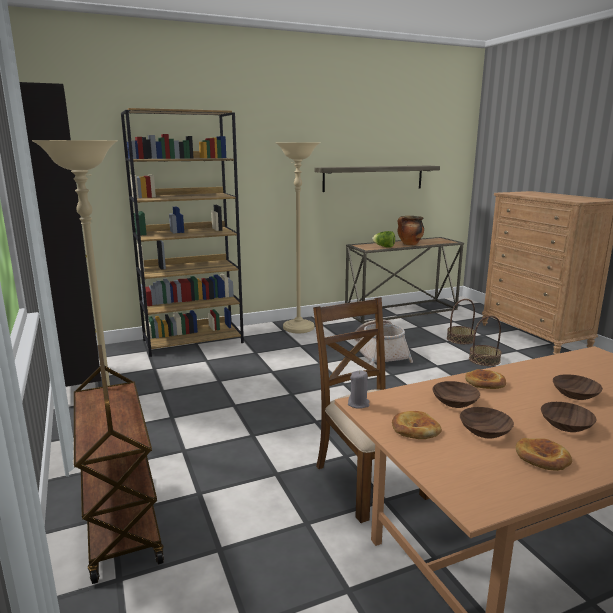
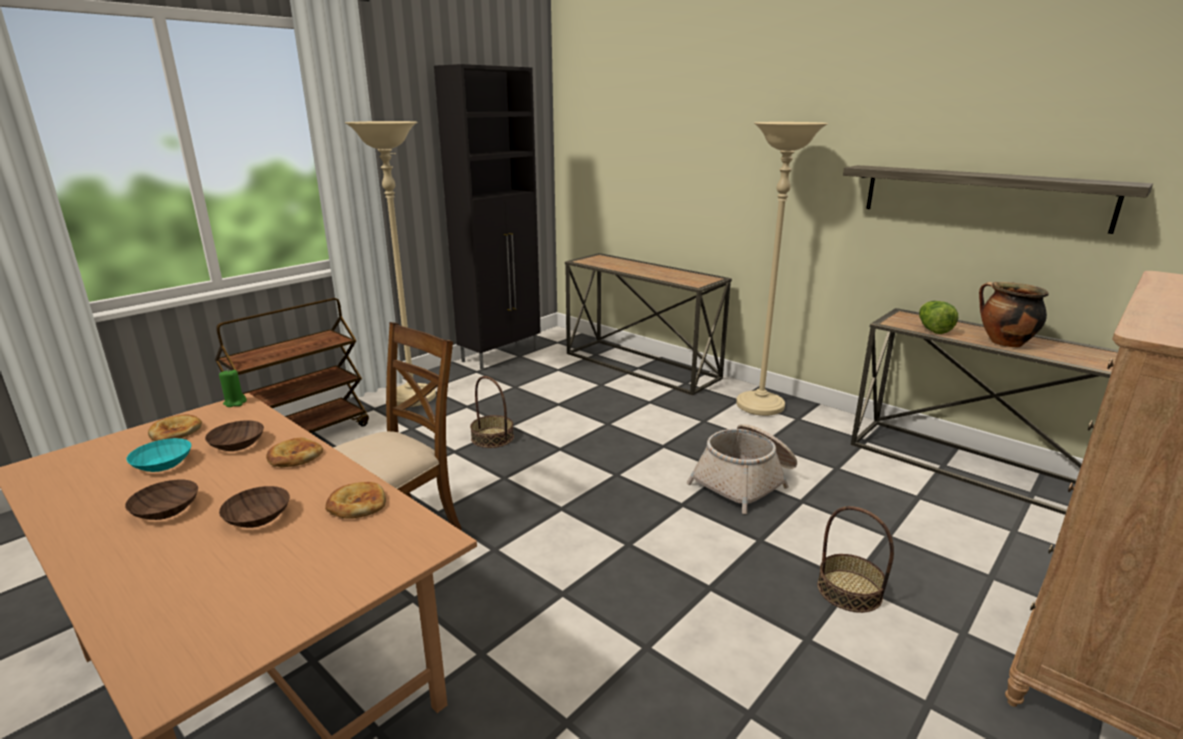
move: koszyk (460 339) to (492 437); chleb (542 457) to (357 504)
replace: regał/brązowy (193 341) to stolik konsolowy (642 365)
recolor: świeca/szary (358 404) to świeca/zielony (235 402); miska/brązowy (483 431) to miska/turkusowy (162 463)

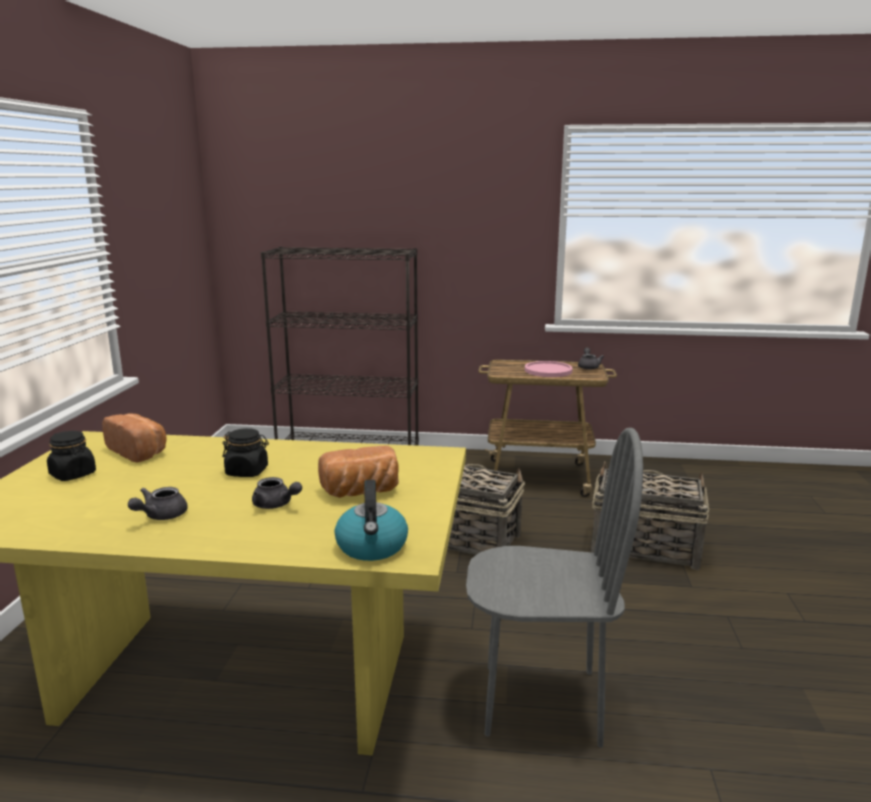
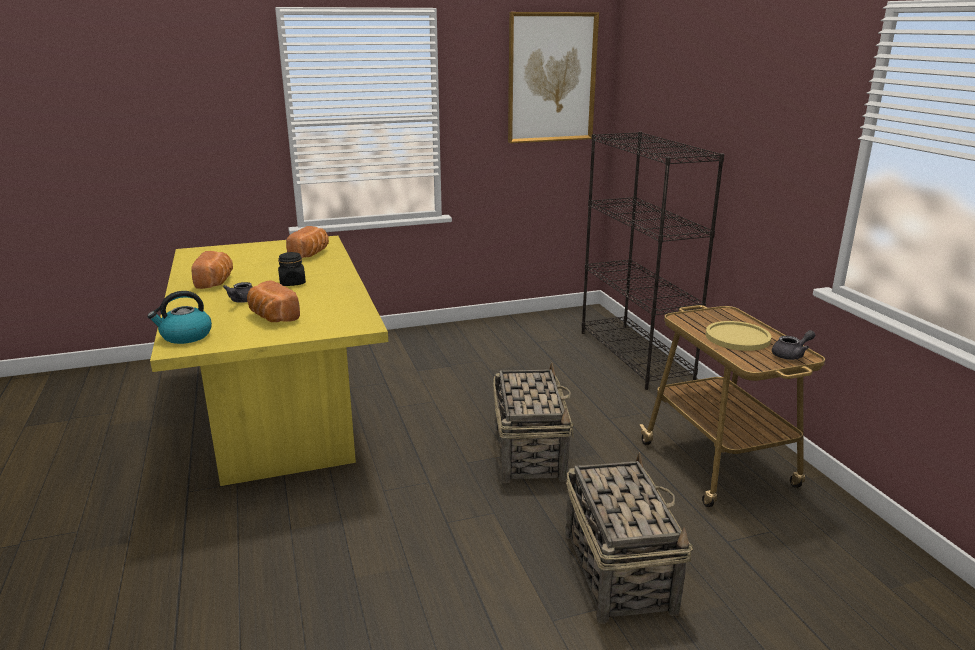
delete: słoik/czarny (73 474); krzesło/szary (541 703)
insert: obraz (551 78)
replace: imbryk/szary (160 516) to chleb (216 282)
recolor: talerz/różowy (548 370) to talerz/żółty (737 337)

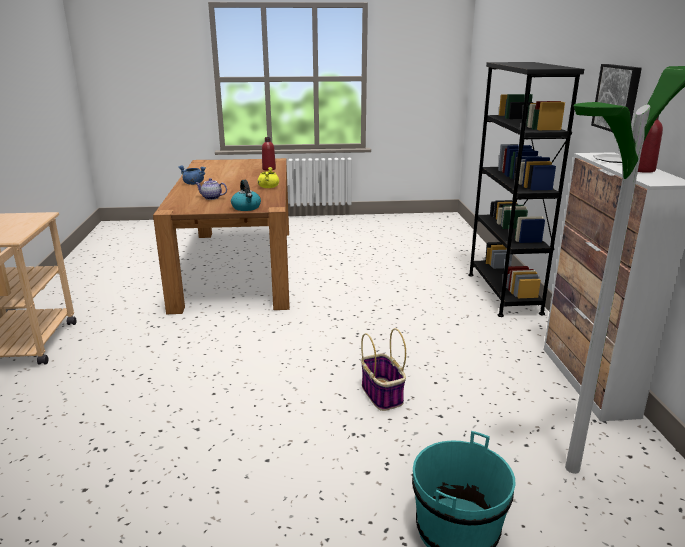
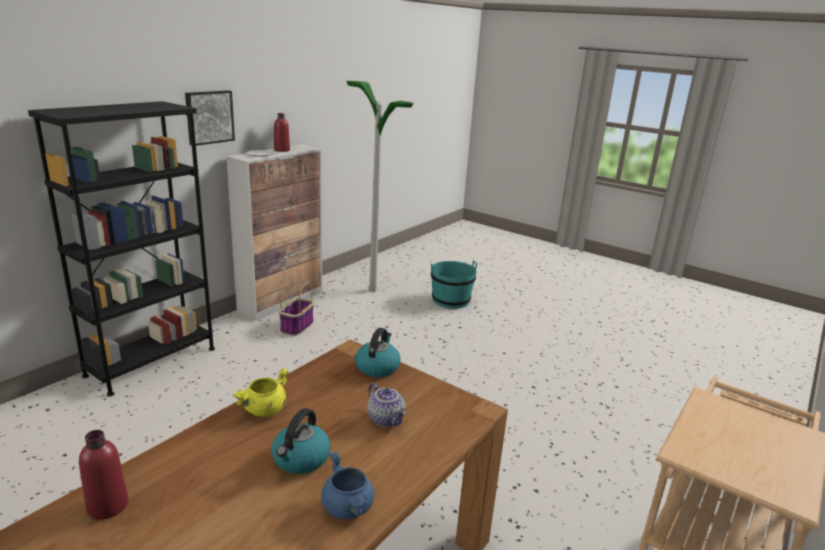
insert: czajnik (301 459)
move: koszyk (382 395) to (297 326)

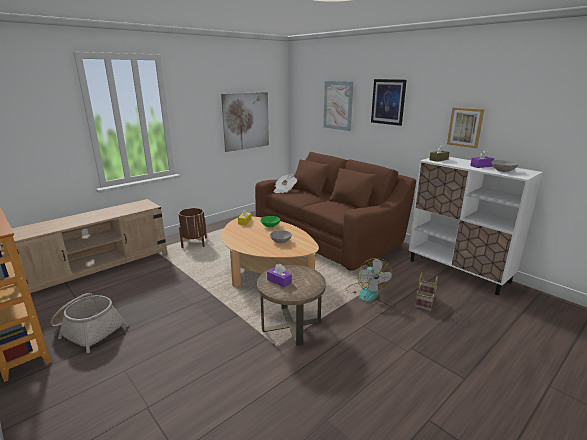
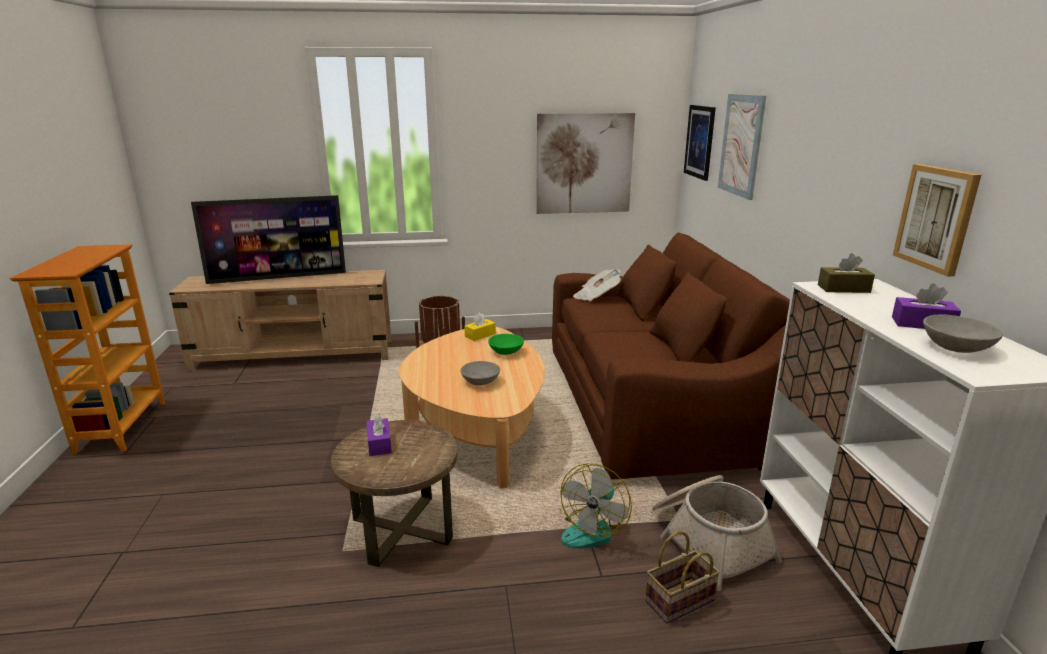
insert: telewizor (278 278)
move: koszyk (89 329) to (708 540); obraz (388 102) to (700 141)

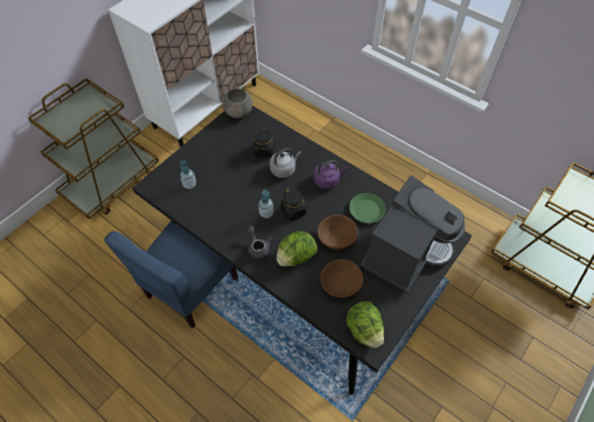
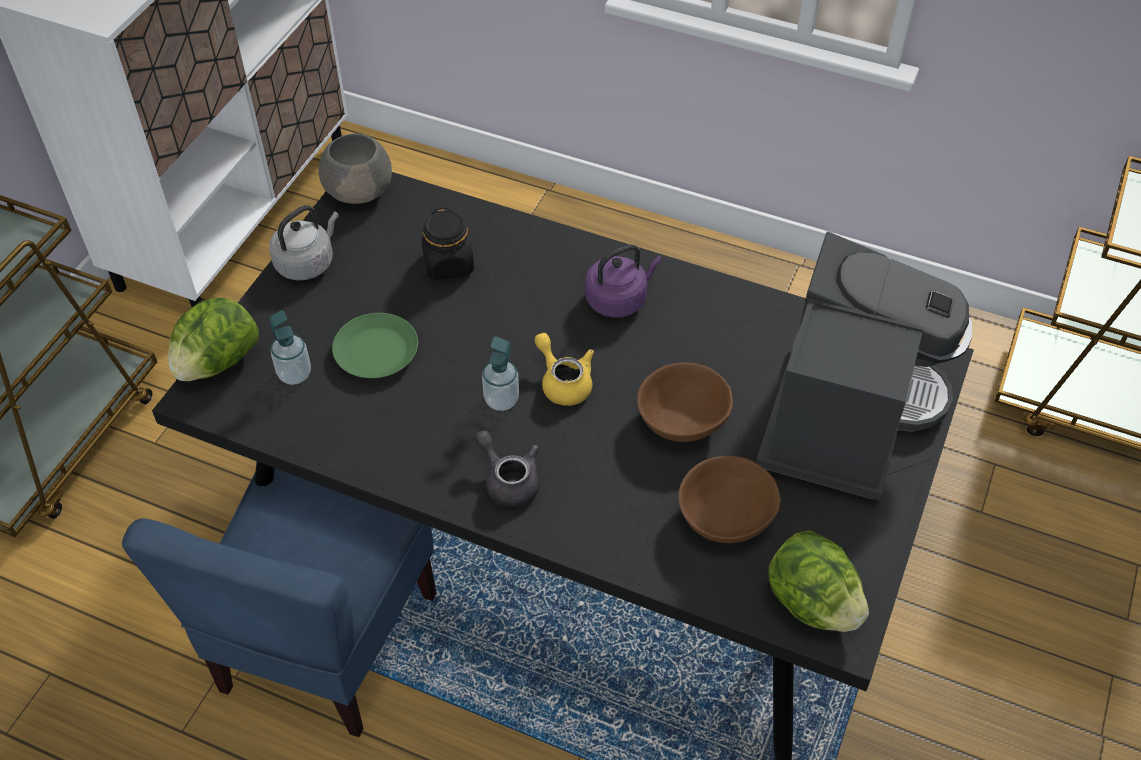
move: czajnik/szary (284 169) to (307 262); sałata (296 257) to (218 362); talerz/zielony (366 210) to (375 351)
replace: słoik/czarny (293 211) to imbryk/żółty (563 382)

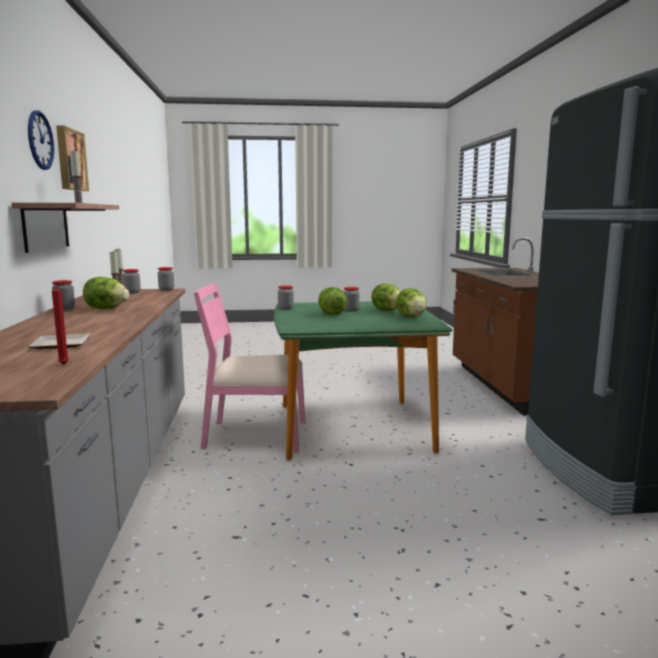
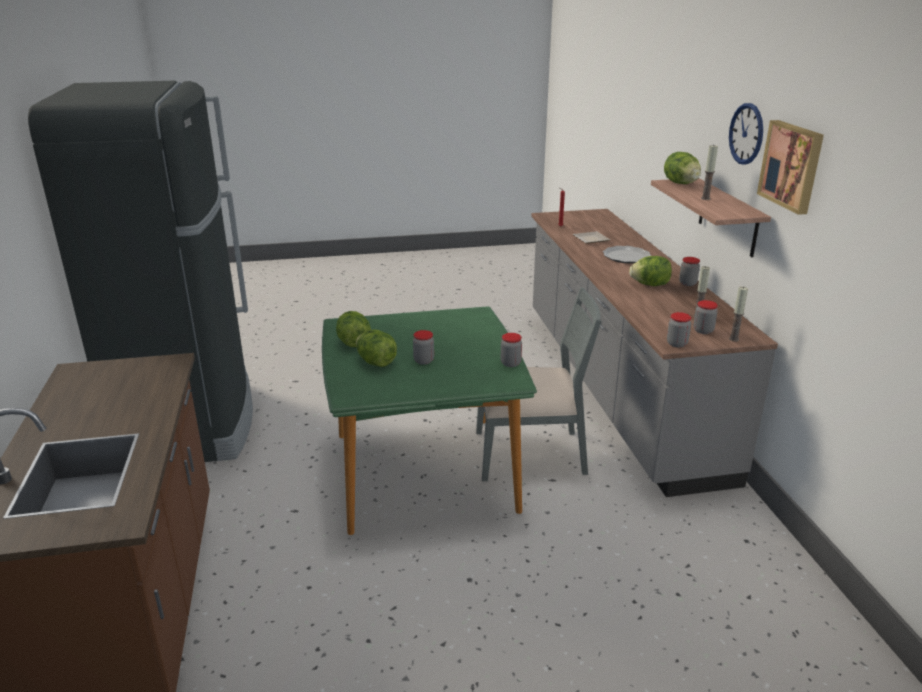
insert: talerz (626 257)
move: sałata (331 314) to (681 183)
recolor: krzesło/różowy (254 435) to krzesło/szary (531 453)

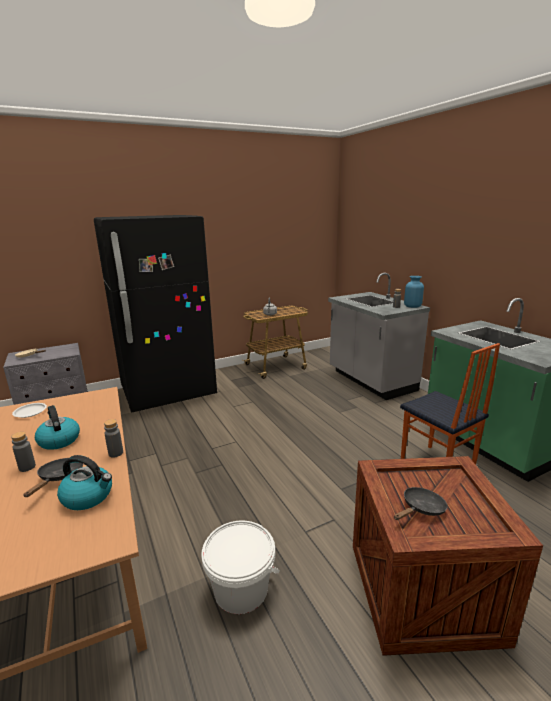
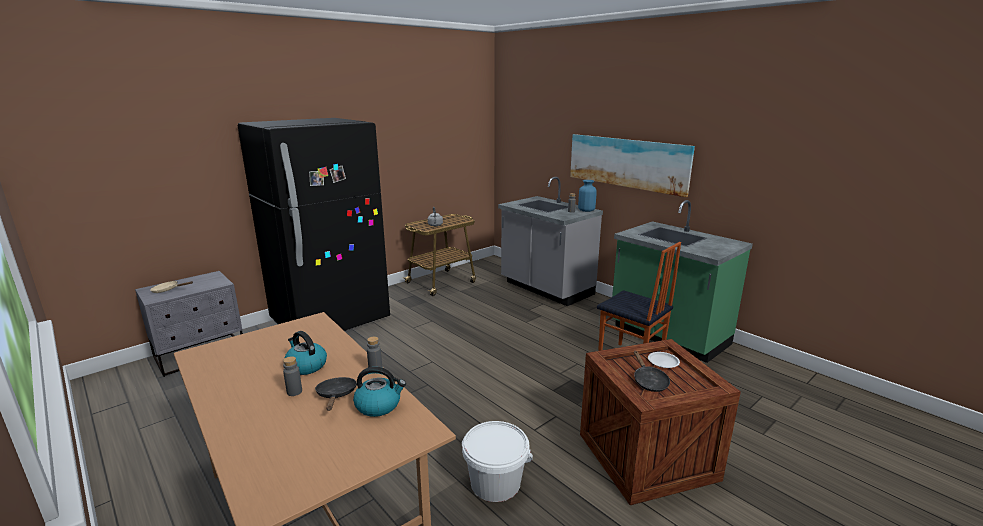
insert: obraz (627 162)
move: talerz/biały (30 412) to (663 362)
rotate: patelnia/czarny (421 509) = (649 381) 135 degrees clockwise

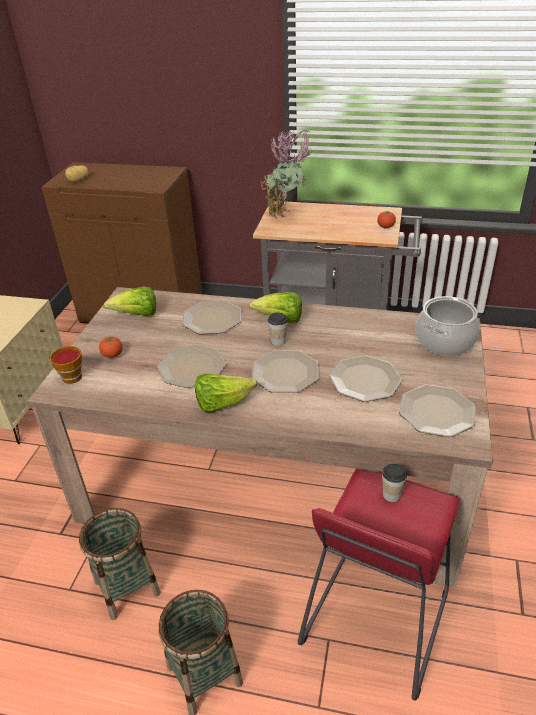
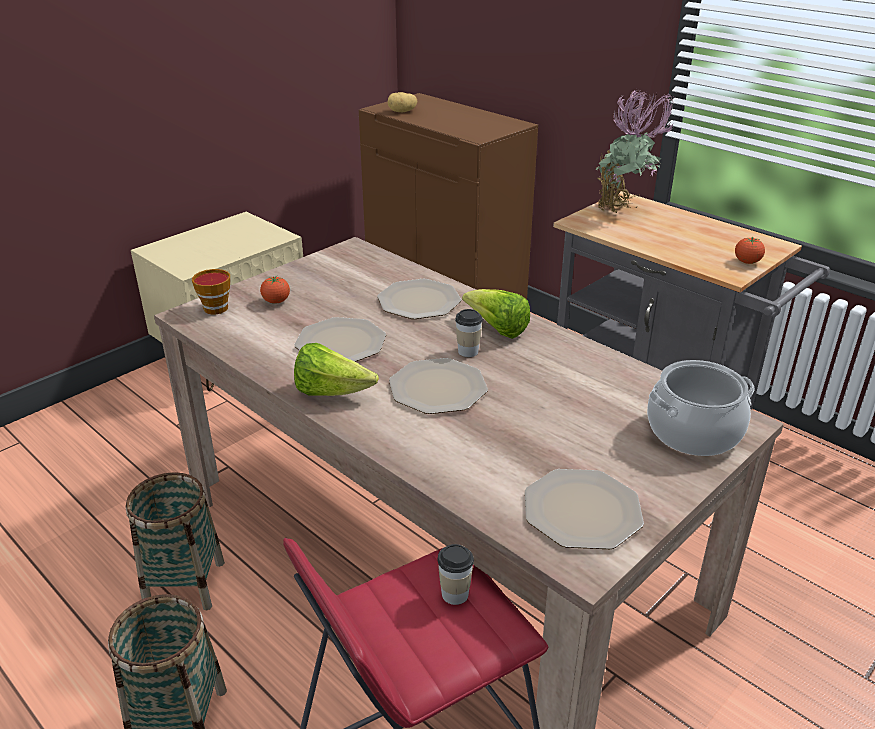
delete: sałata (137 315); talerz (365 379)

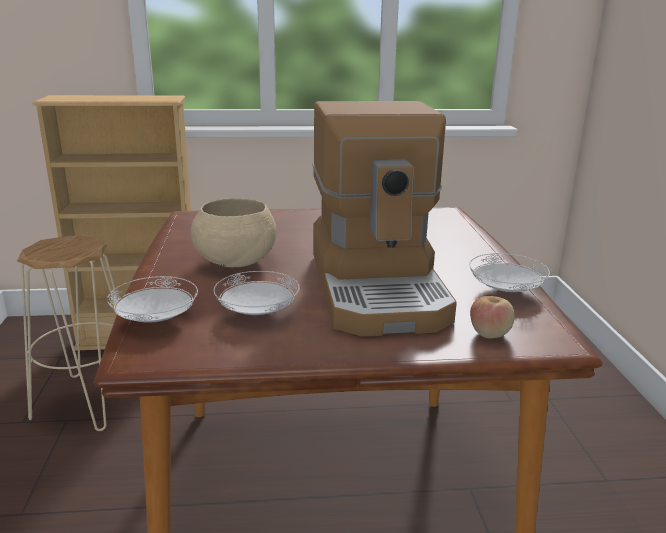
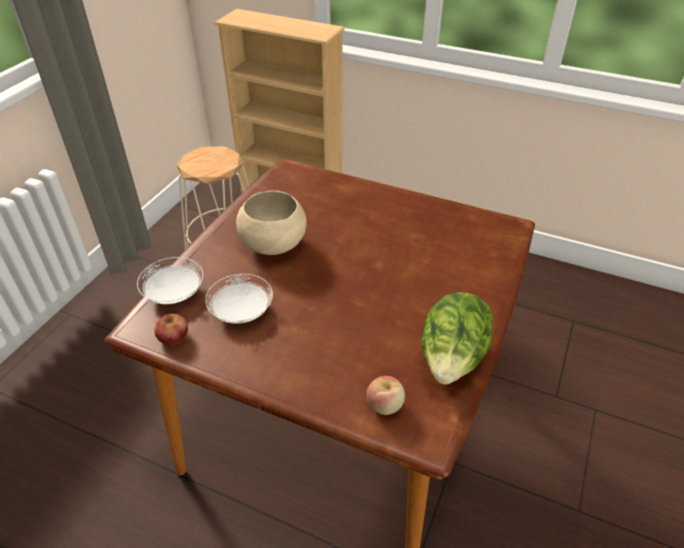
delete: ekspres do kawy (379 287)
insert: jabłko (173 337)
replace: talerz/biały (506 291) to sałata (452 360)

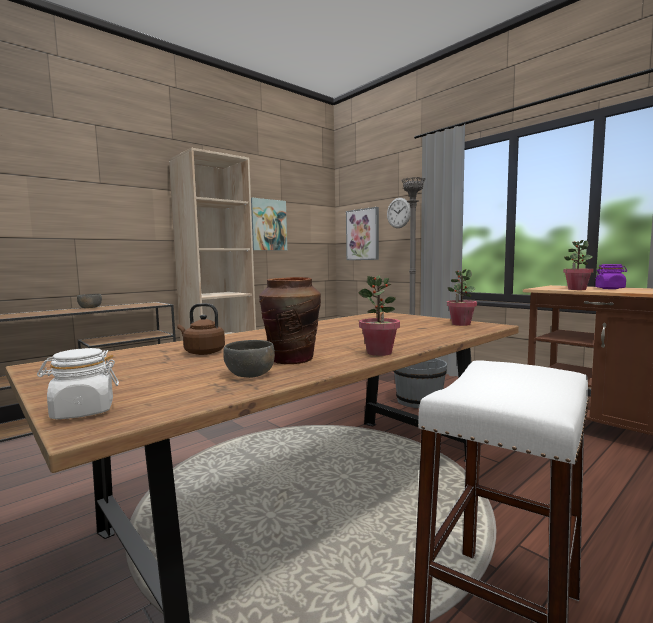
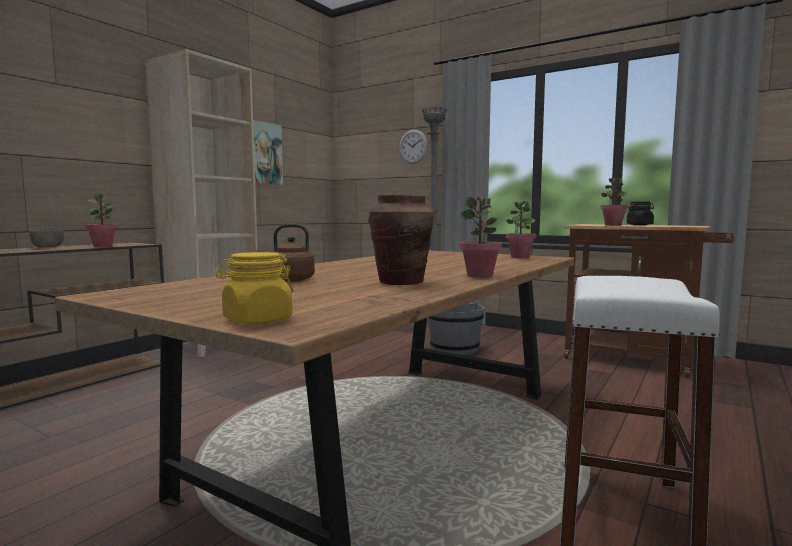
delete: miska/szary (250 374); obraz (363 234)
insert: roślina doniczkowa (103 246)
recolor: słoik/biały (82 411) to słoik/żółty (257 320); słoik/fioletowy (610 288) to słoik/czarny (639 225)

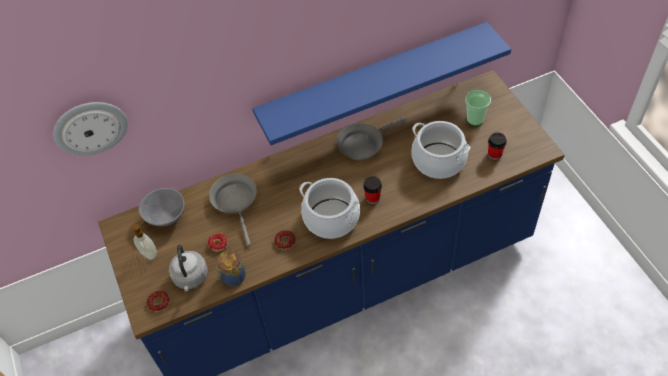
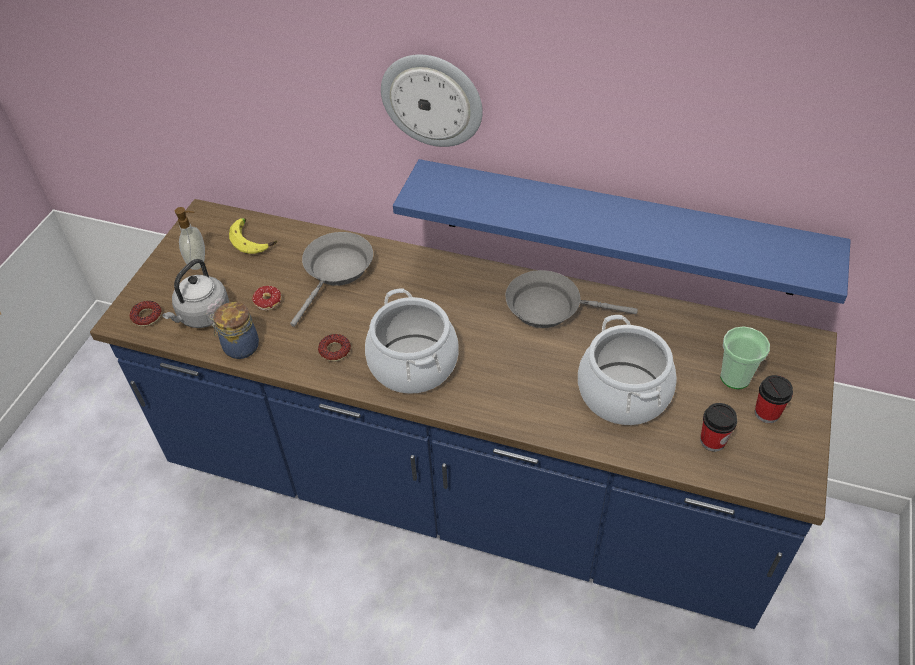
move: zegar ścienny (90 127) to (432 100); filiżanka (372 198) to (767 413)
replace: miska/szary (166 218) to banan (253 239)

